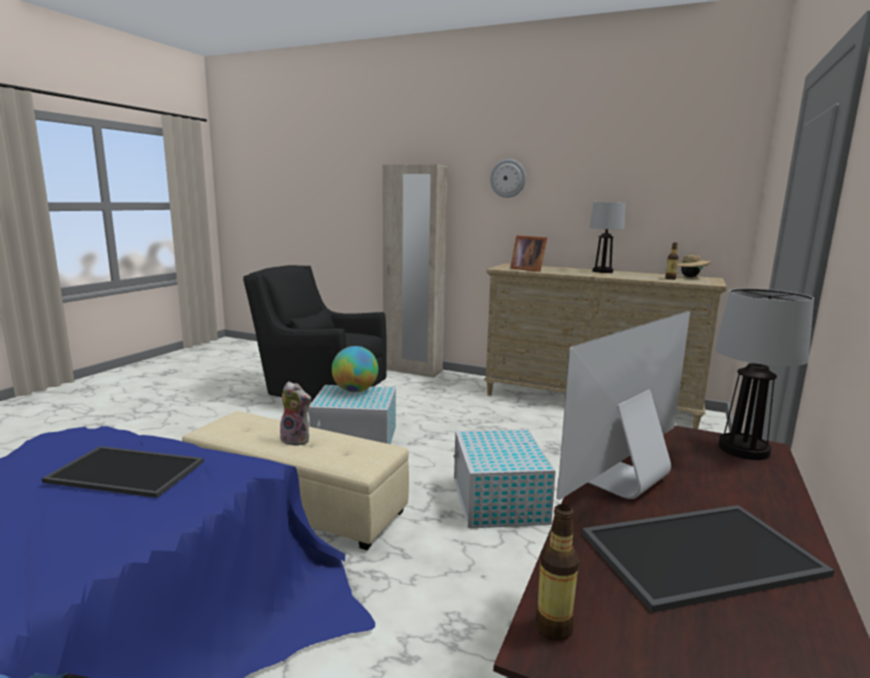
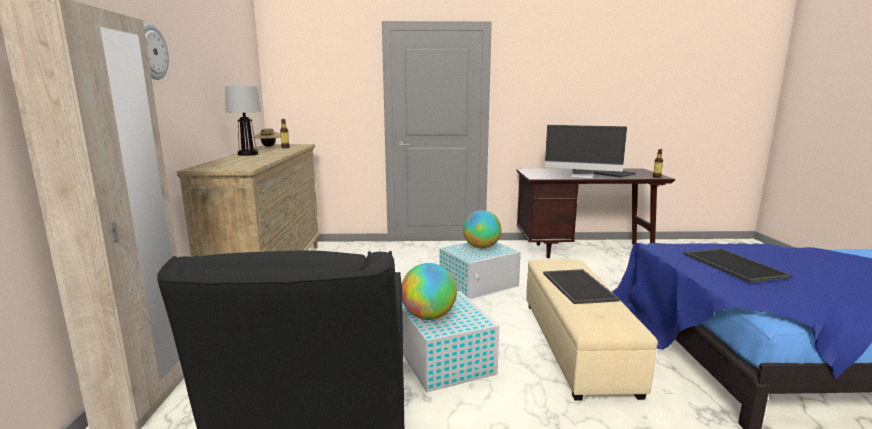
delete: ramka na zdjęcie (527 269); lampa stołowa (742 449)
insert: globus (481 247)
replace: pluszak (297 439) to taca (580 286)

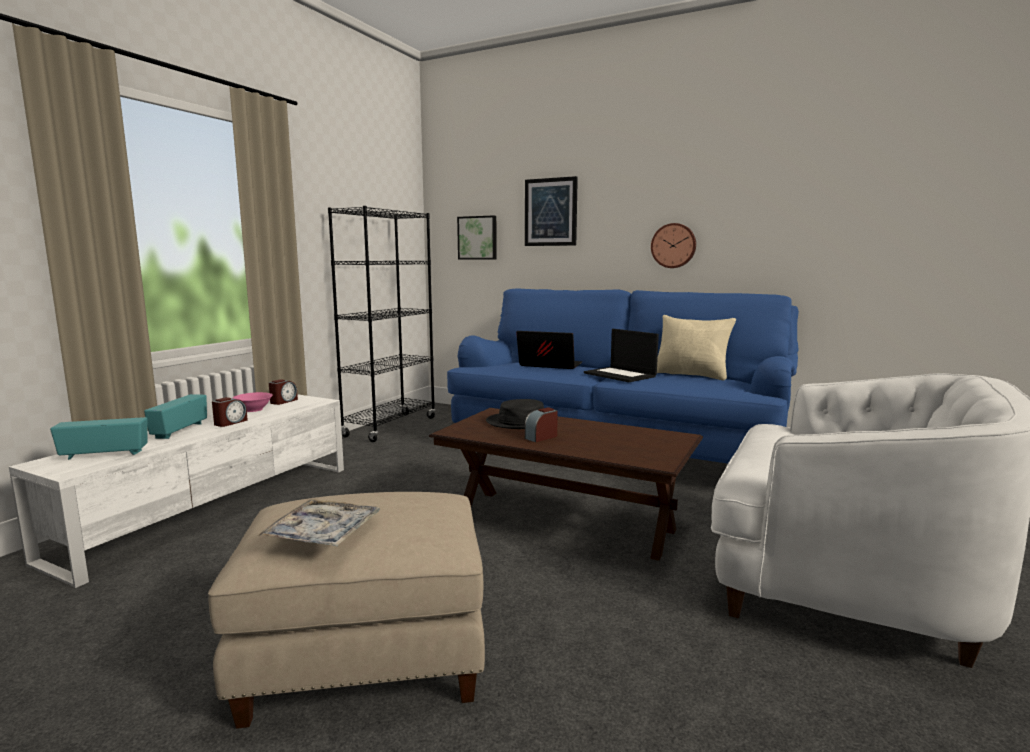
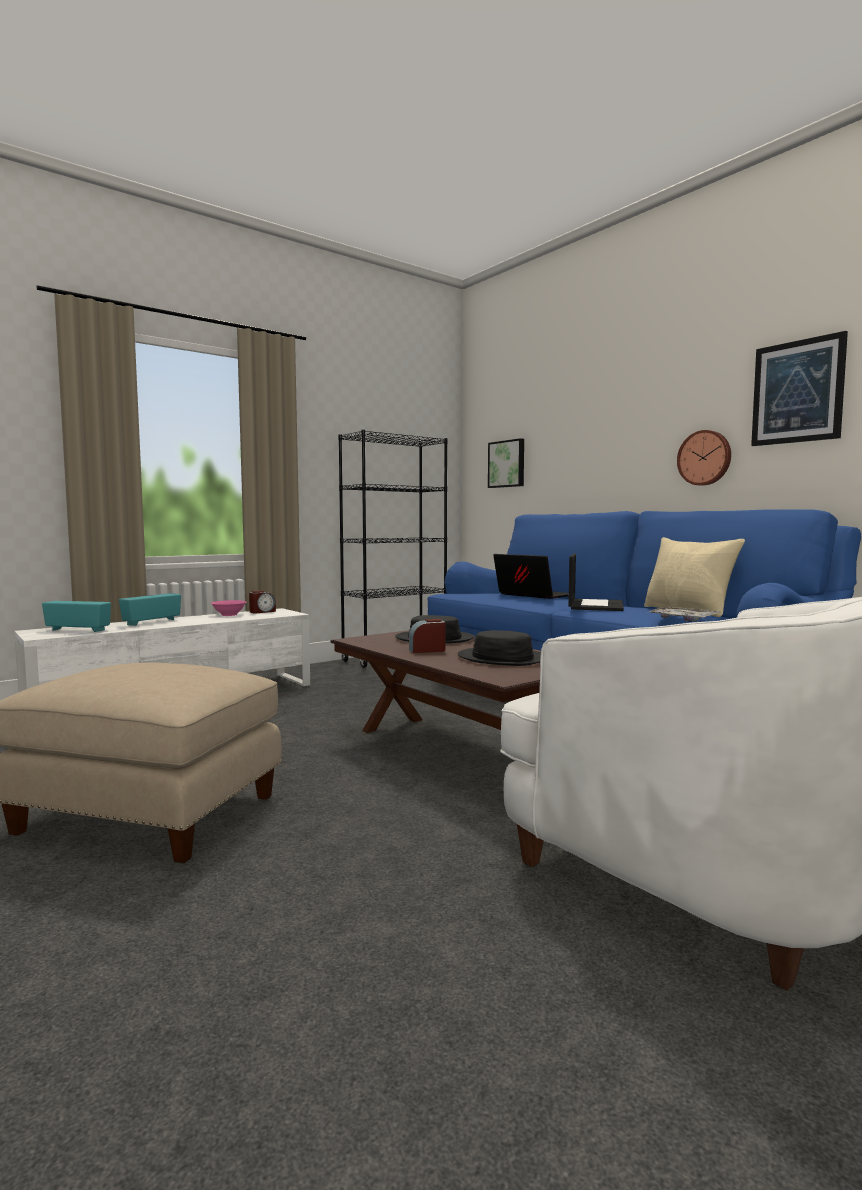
delete: budzik (230 422)
insert: kapelusz/czarny (502 658)
move: taca (323 533) to (684 620); obraz (551 212) to (797 392)
rotate: laptop (621 375) = (595 605) 150 degrees counterclockwise

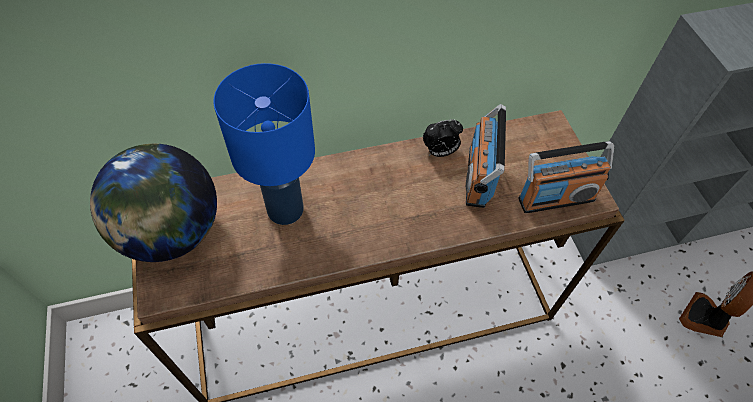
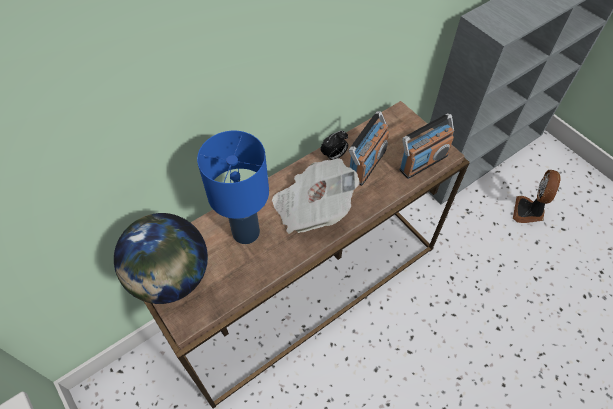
insert: gazeta (312 207)
rotate: radio (478 176) = (367 164) 135 degrees counterclockwise

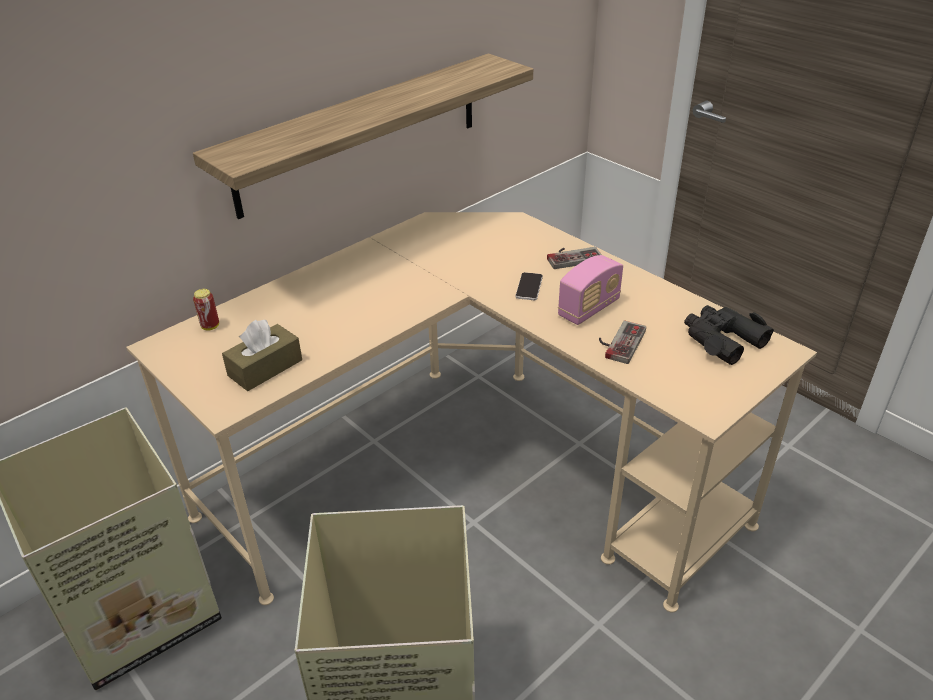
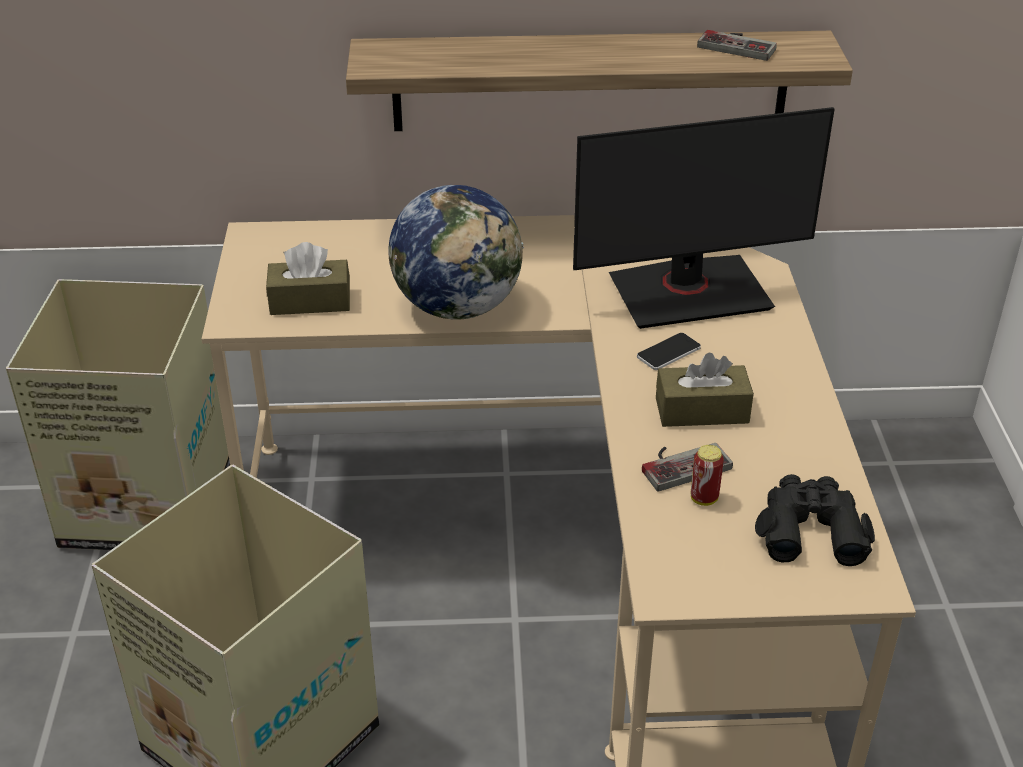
insert: globus (458 307); monitor (689 292)
move: puszka (210 326) to (704 498); pad do gier (572 256) to (739 45)
replace: radio (589 308) to pudełko chusteczek/brązowy (702 410)

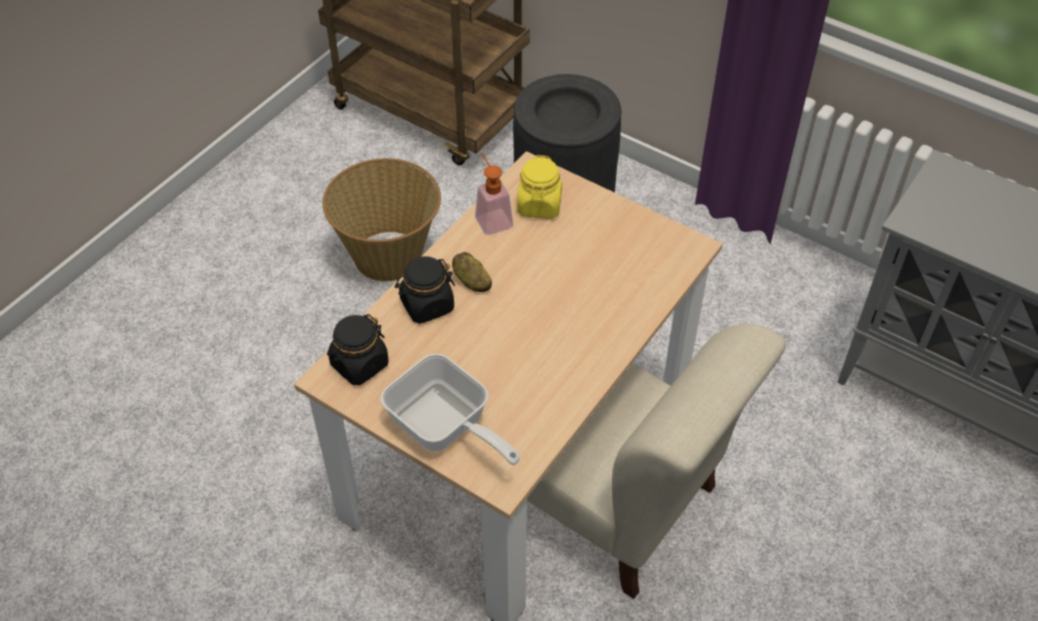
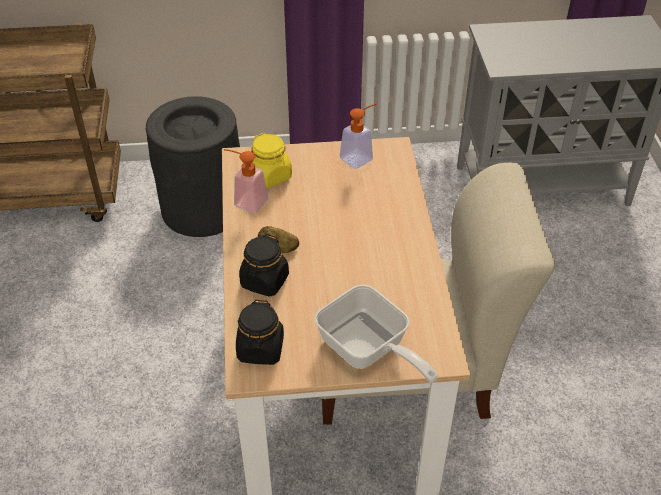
delete: koszyk (388 255)
insert: dozownik mydła (360 157)
rotate: patelnia (445 428) = (368 350) 45 degrees clockwise

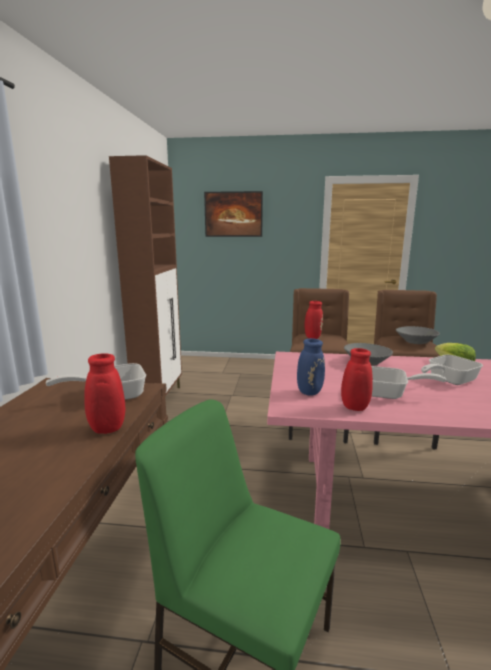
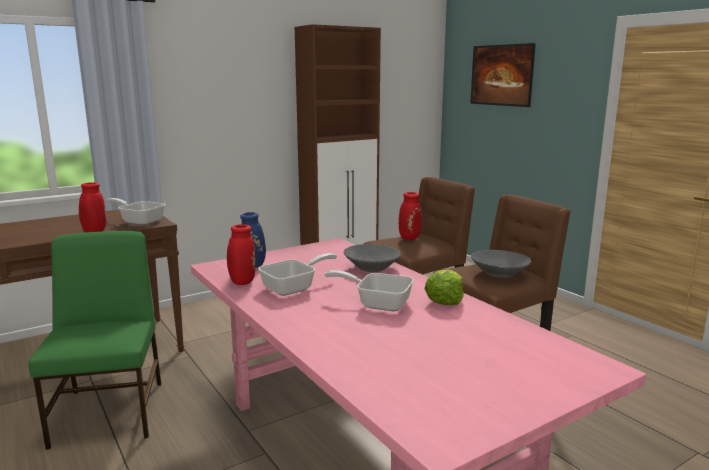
rotate: patelnia (389 394) = (294 287) 105 degrees counterclockwise

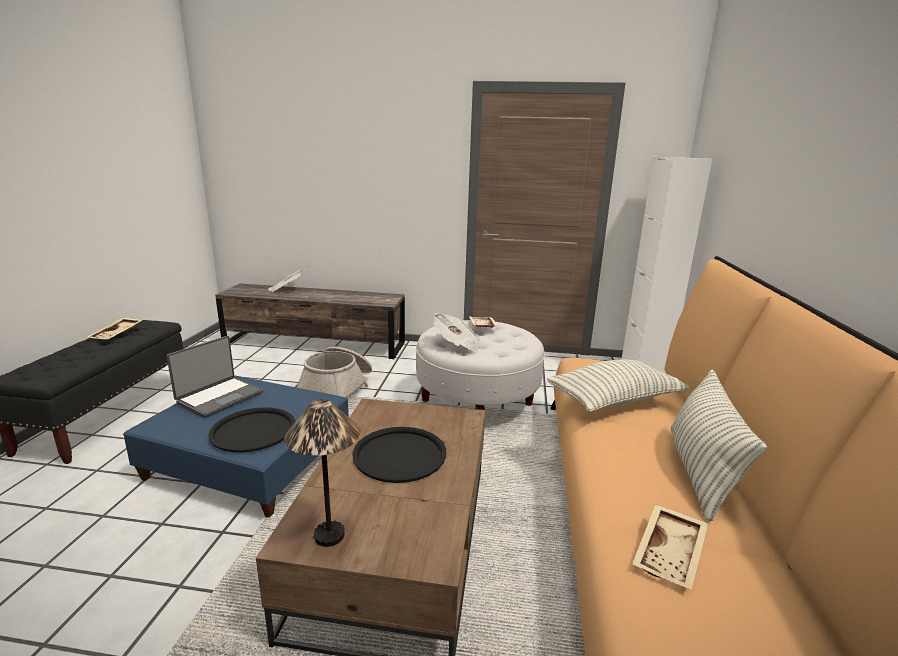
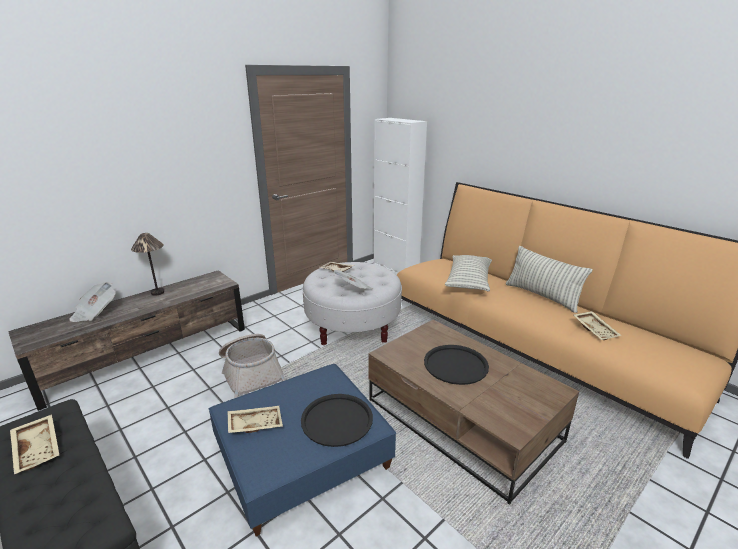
move: lampa stołowa (330 536) to (158 292)
replace: laptop (219 397) to taca/beżowy (255 424)

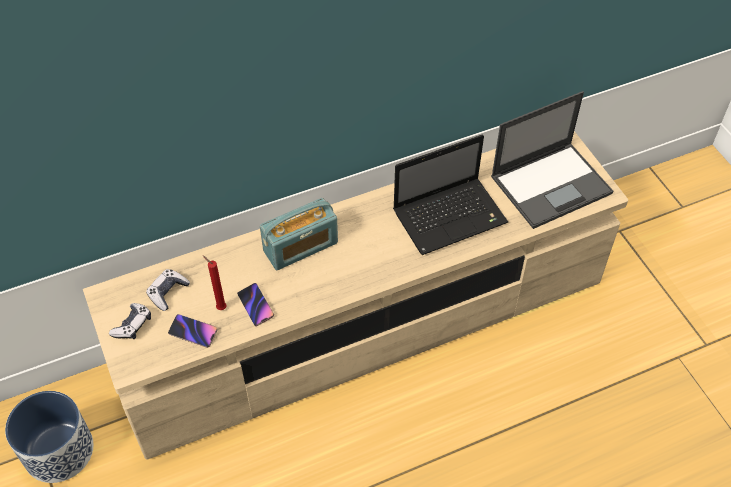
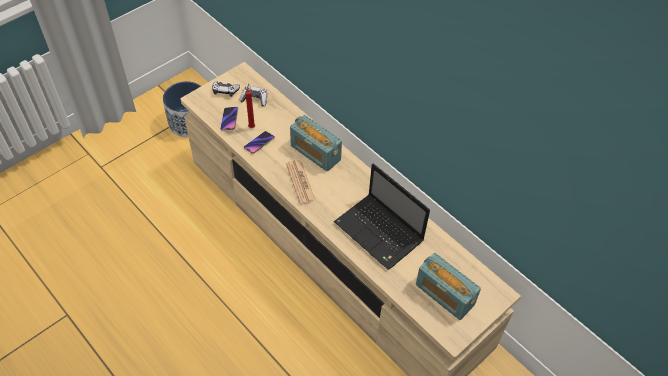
insert: gazeta (300 182)
replace: laptop (552 184) to radio (444 295)

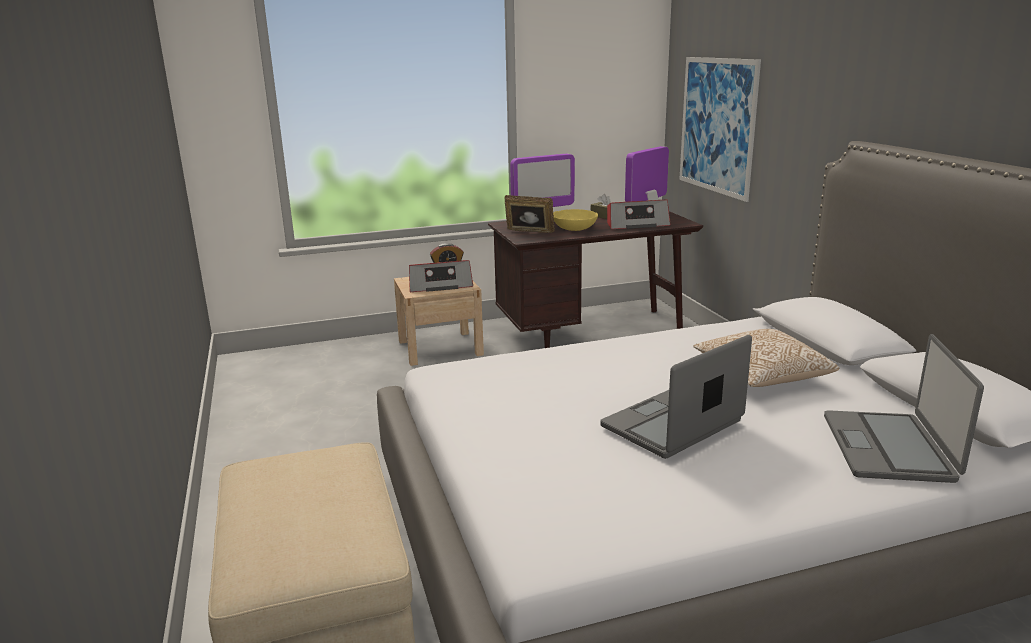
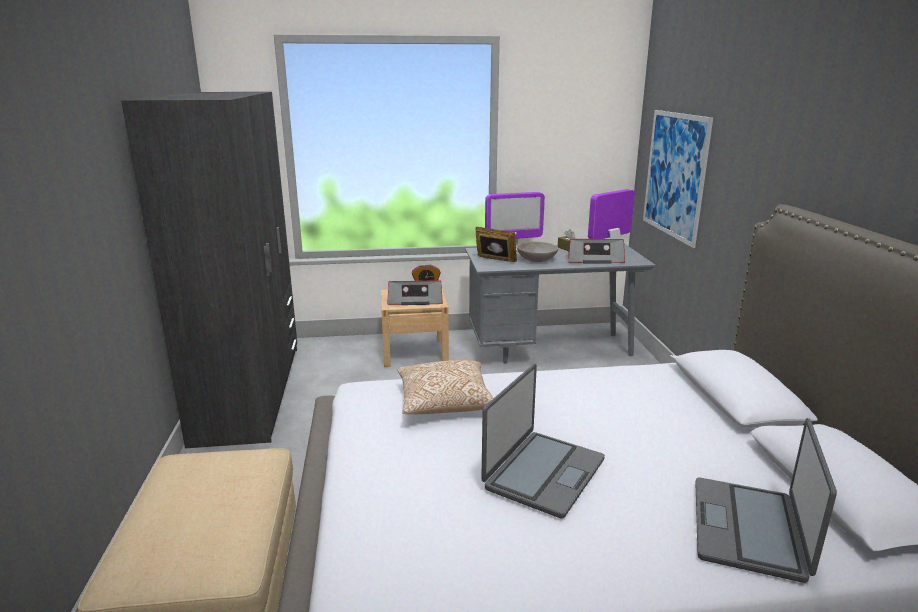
insert: szafa/szary (250 391)
move: poduszka (761 376) to (444 402)
recolor: biurko/brązowy (591 330) to biurko/szary (550 348); miska/żółty (574 228) to miska/szary (536 259)
rotate: laptop (673 425) = (543 473) 150 degrees clockwise

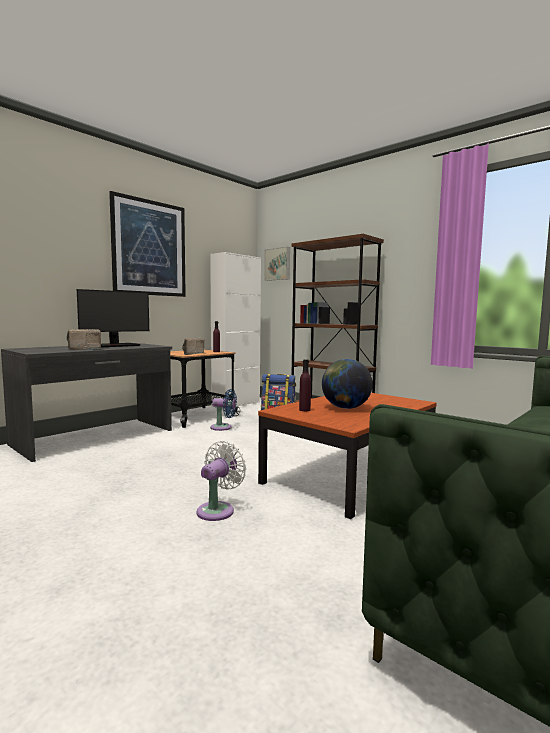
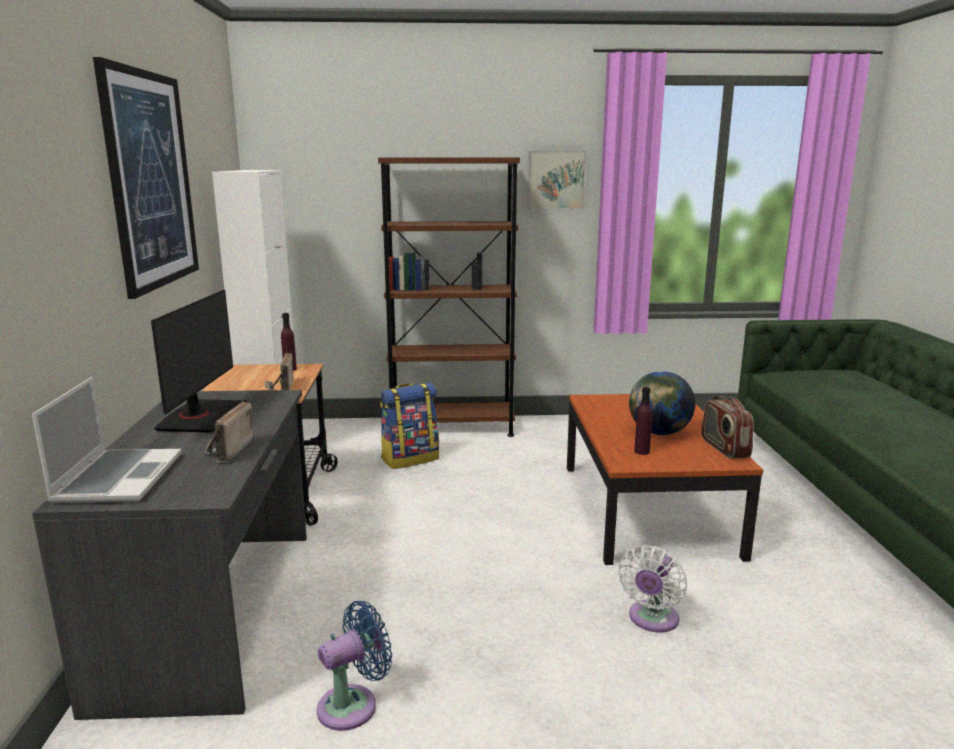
insert: laptop (118 477); radio (724 448)
move: wentylator/niebieski (223 427) to (353 705); obraz (278 264) to (555 180)
rotate: wentylator/biały (218 510) = (652 620) 135 degrees counterclockwise

